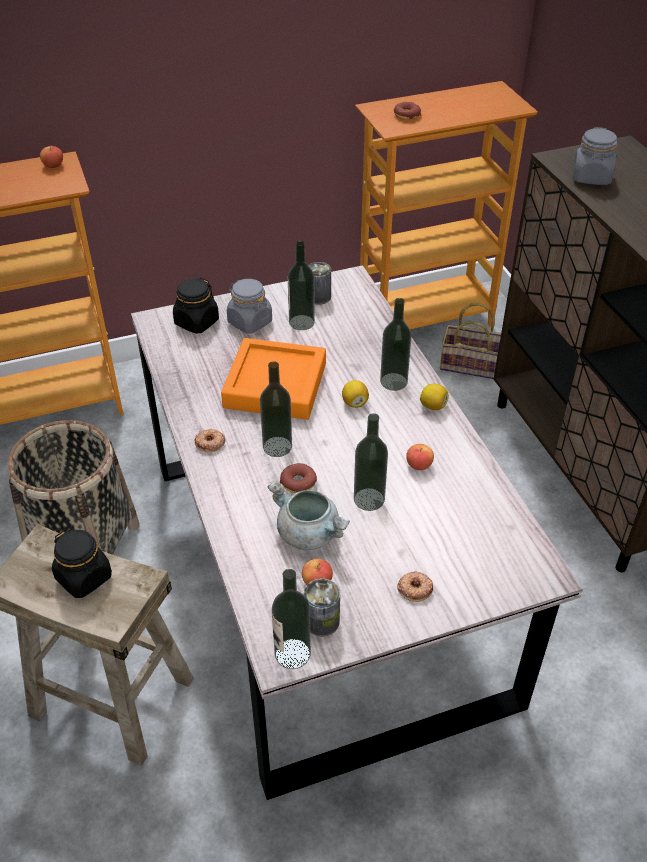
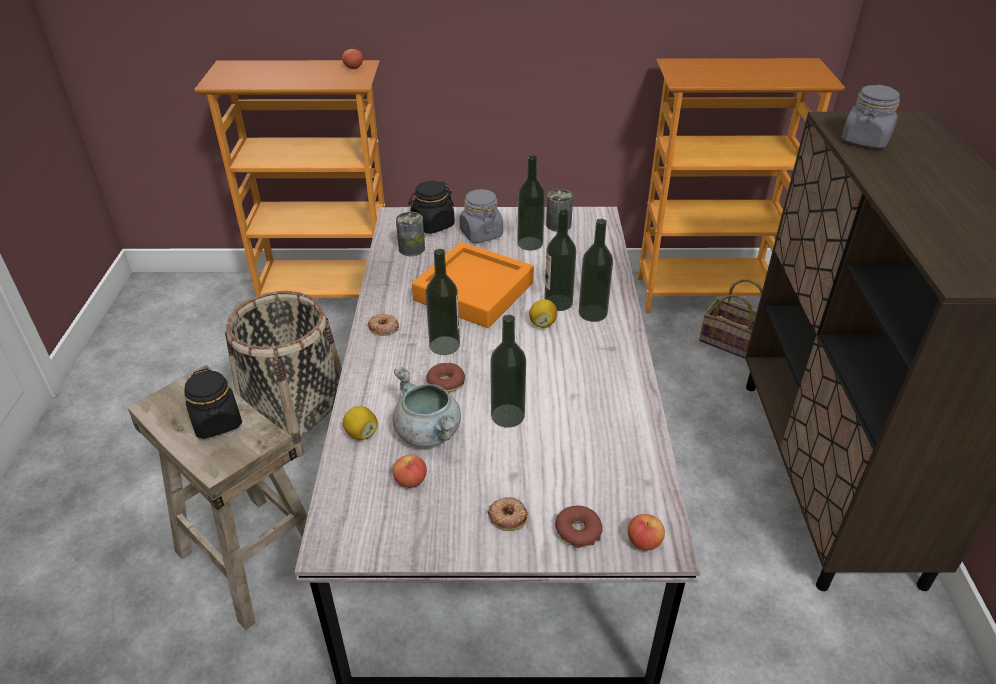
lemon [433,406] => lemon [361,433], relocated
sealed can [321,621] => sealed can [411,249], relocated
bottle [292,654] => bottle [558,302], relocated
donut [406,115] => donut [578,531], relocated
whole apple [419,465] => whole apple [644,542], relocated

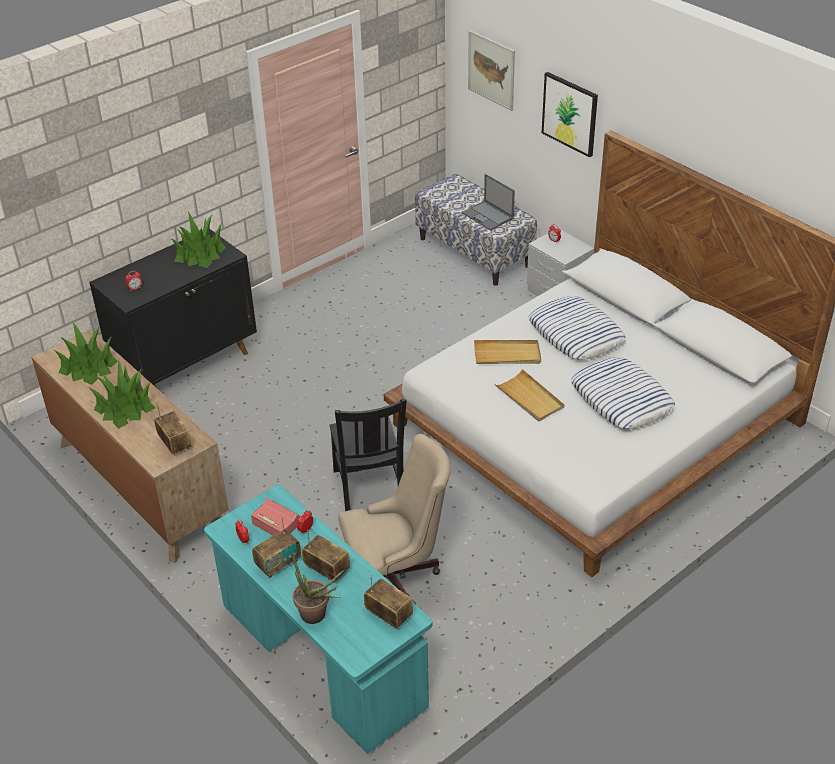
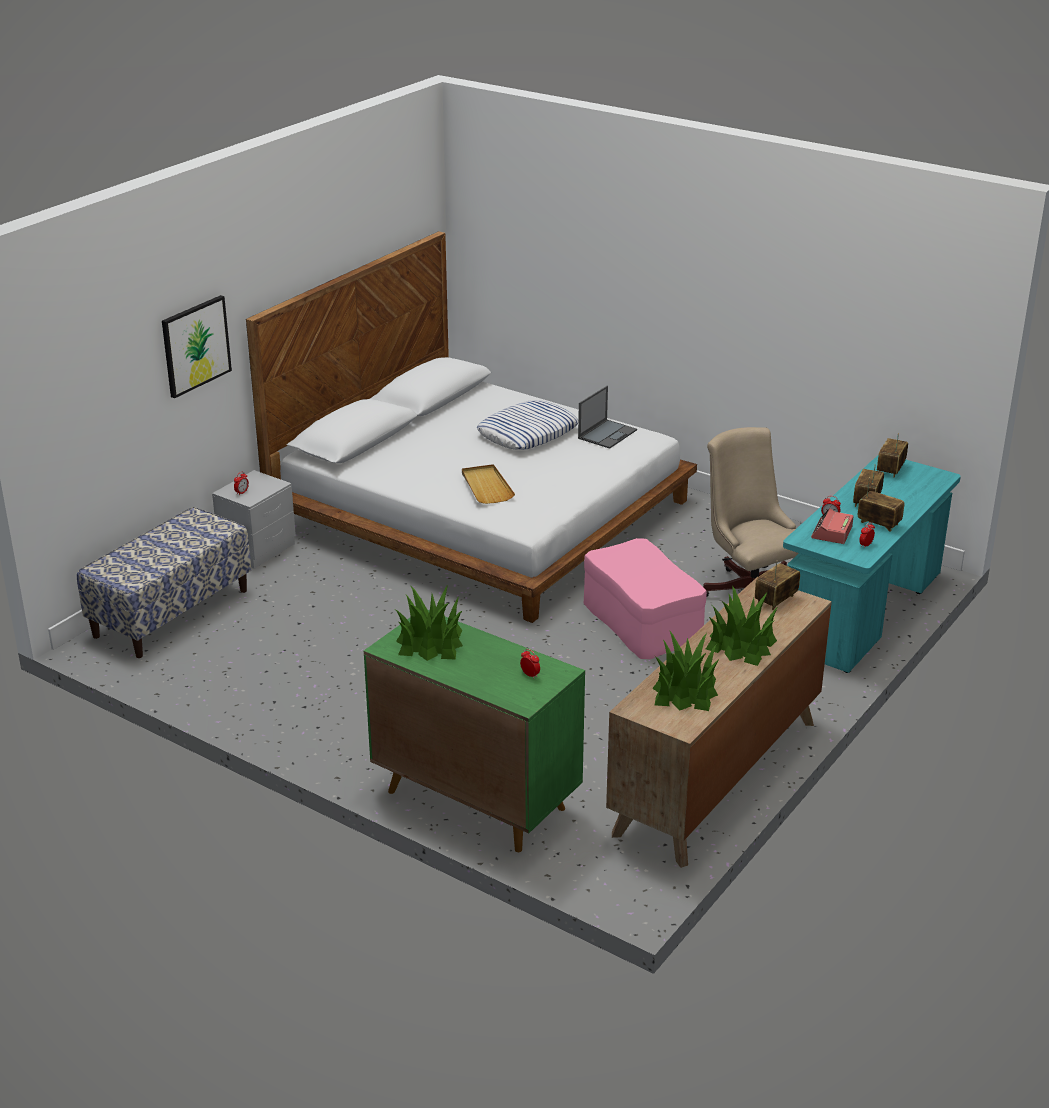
black storage cabinet [187,363] => green-coloured storage cabinet [474,799]
notebook computer [488,216] => notebook computer [607,434], relocated
black plain chair [369,491] => pinkish ottoman [642,621]
potted plant [318,616] => nothing
wall picture [491,70] => nothing
sand-coloured tray [529,398] => nothing
pillow [576,334] => nothing

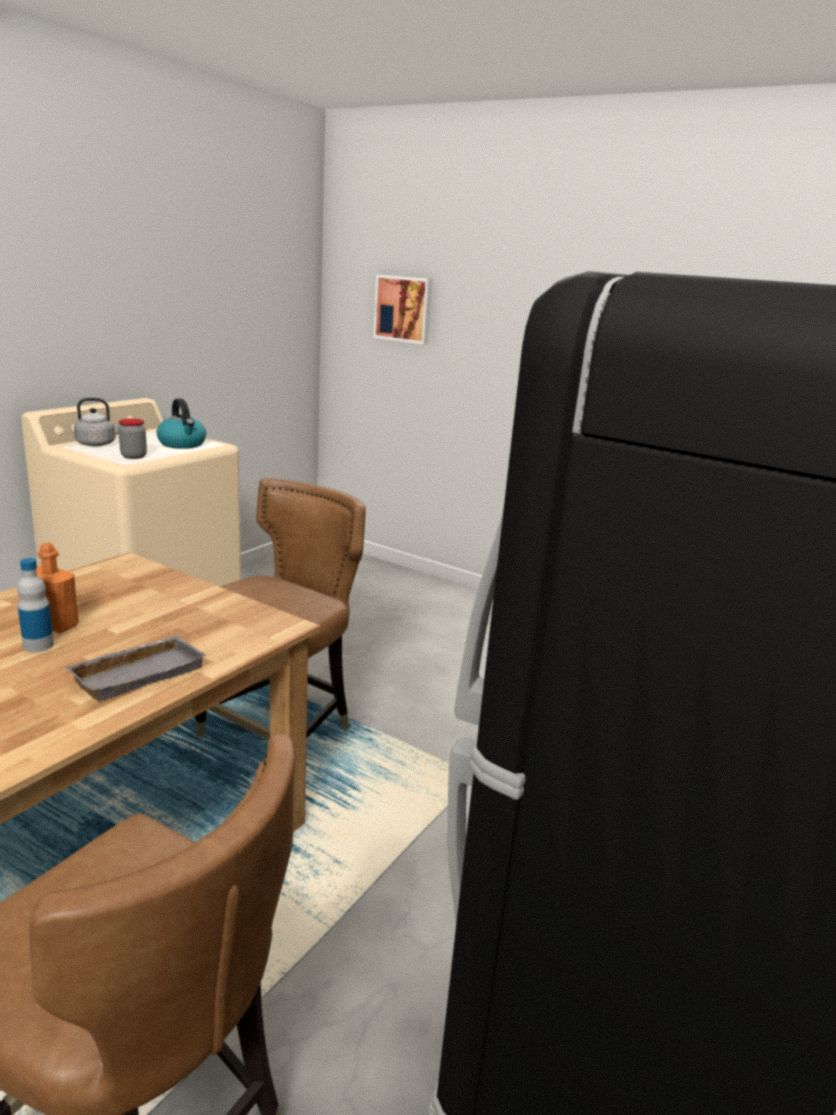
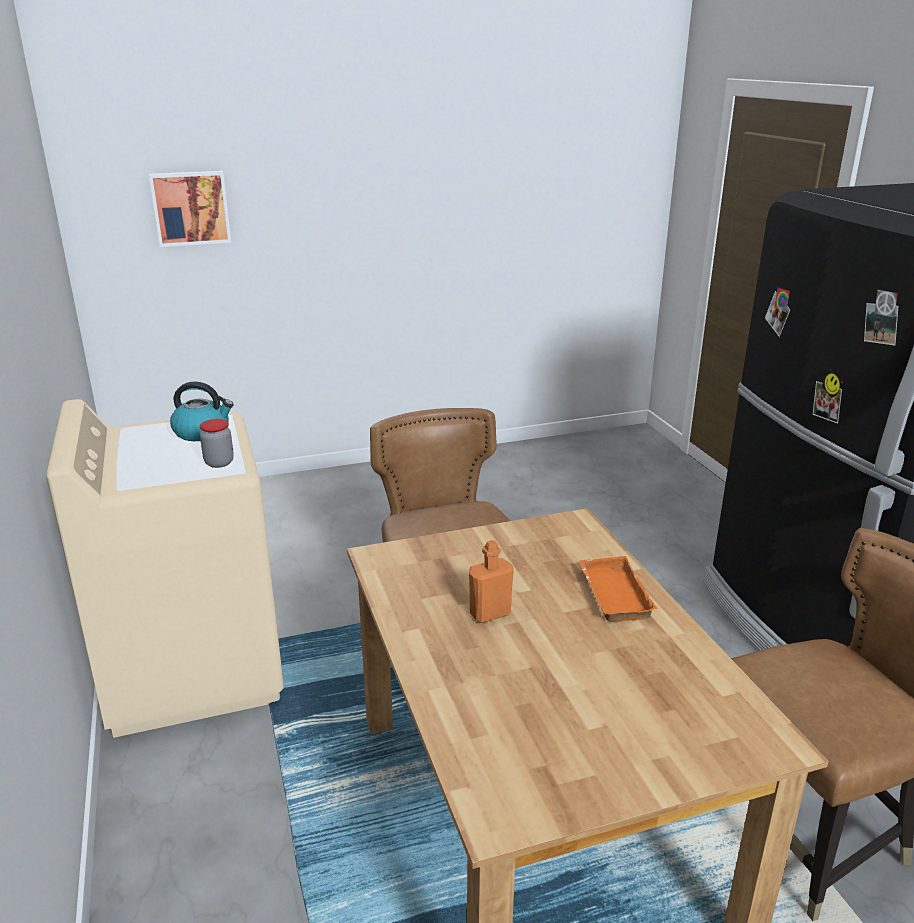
gray tray [138,673] => orange tray [611,594]
bottle [38,645] => nothing
gray kettle [98,444] => nothing

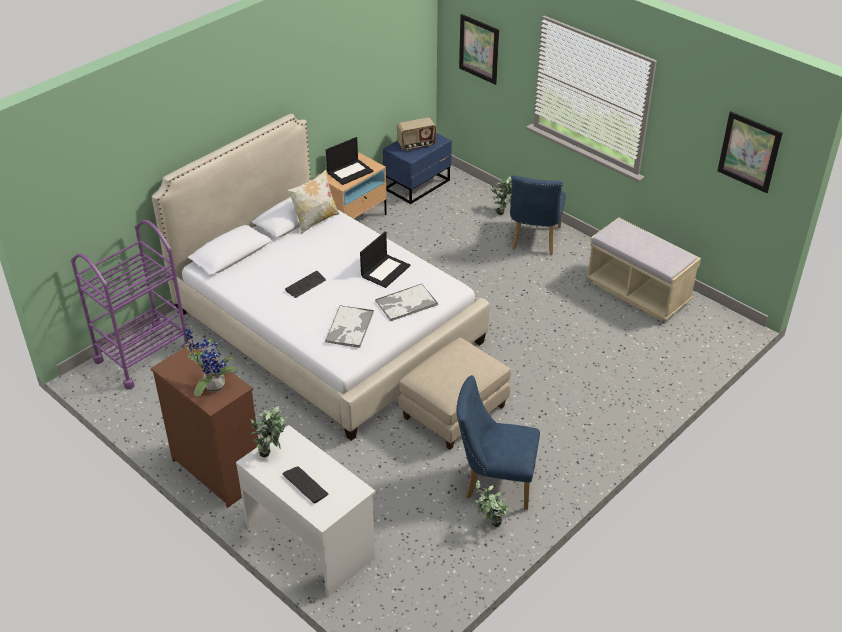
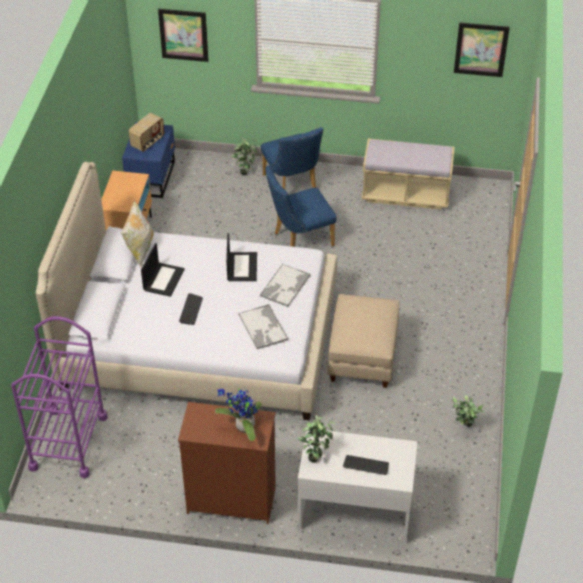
notebook computer [350,172] => notebook computer [163,279], relocated
blue plain chair [494,482] => blue plain chair [299,240], relocated

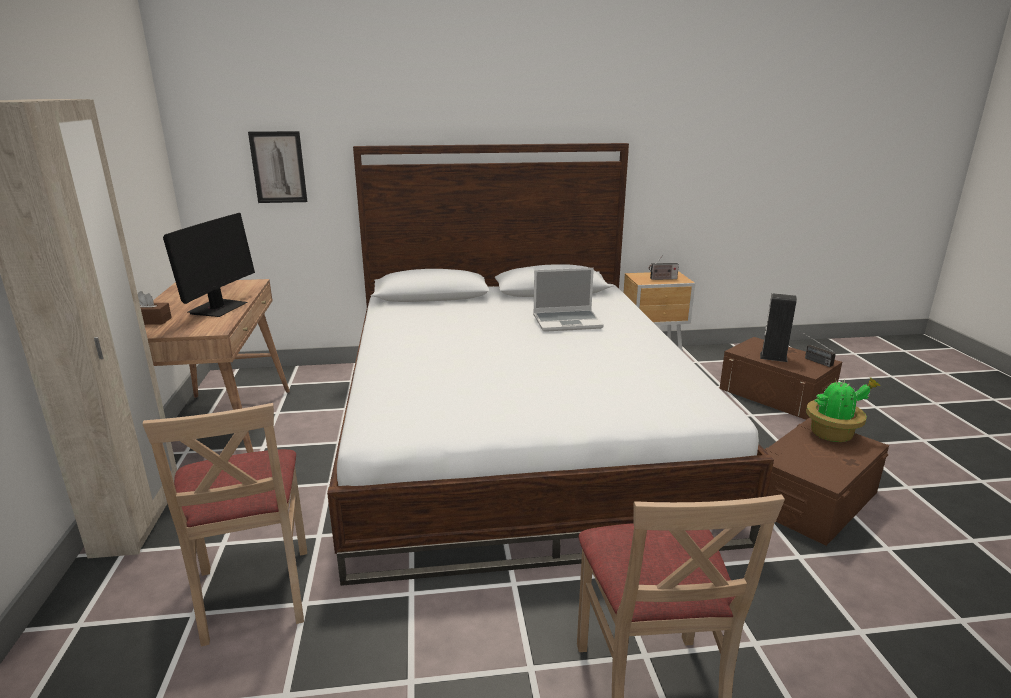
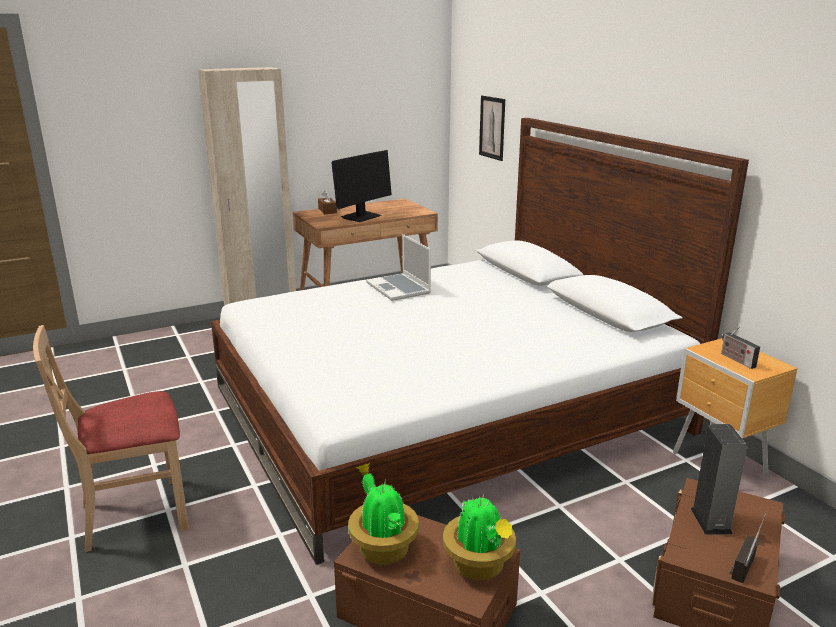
computer display [218,308] => computer display [361,217], 45 degrees counterclockwise
nothing => potted plant [382,548]
notebook computer [568,322] => notebook computer [399,288], relocated
sand-coloured plain chair [254,593] => nothing

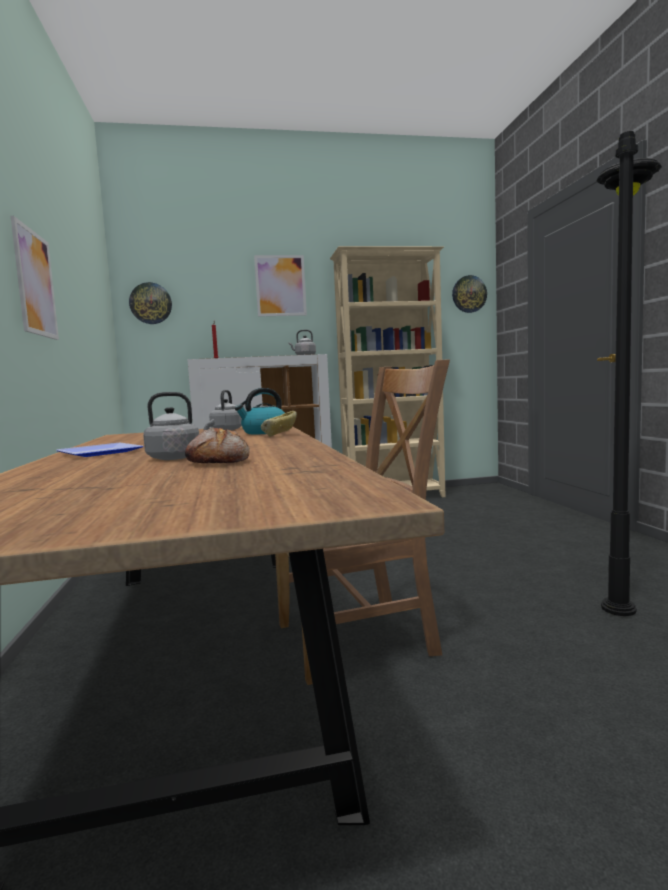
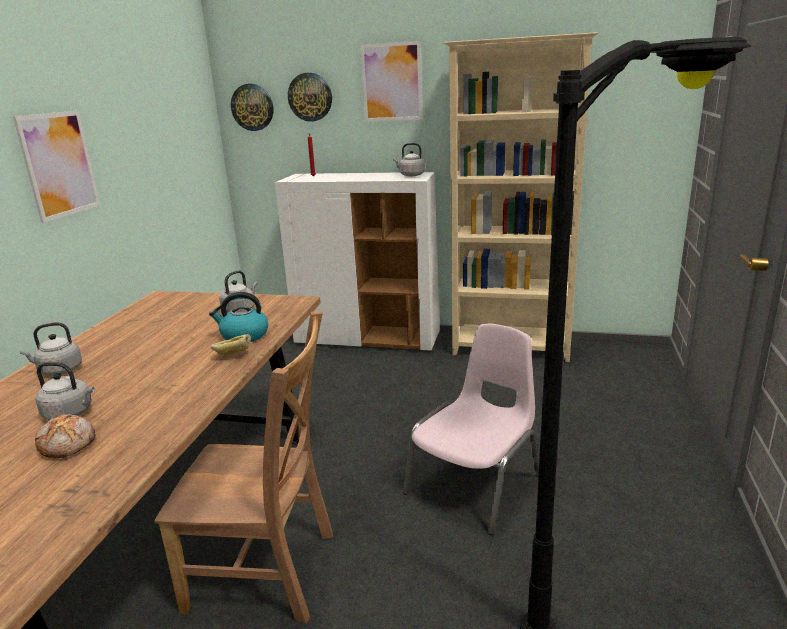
plate [98,453] => gray kettle [58,370]
clock on the wall [469,294] => clock on the wall [310,97], relocated
nothing => pinkish plain chair [475,484]

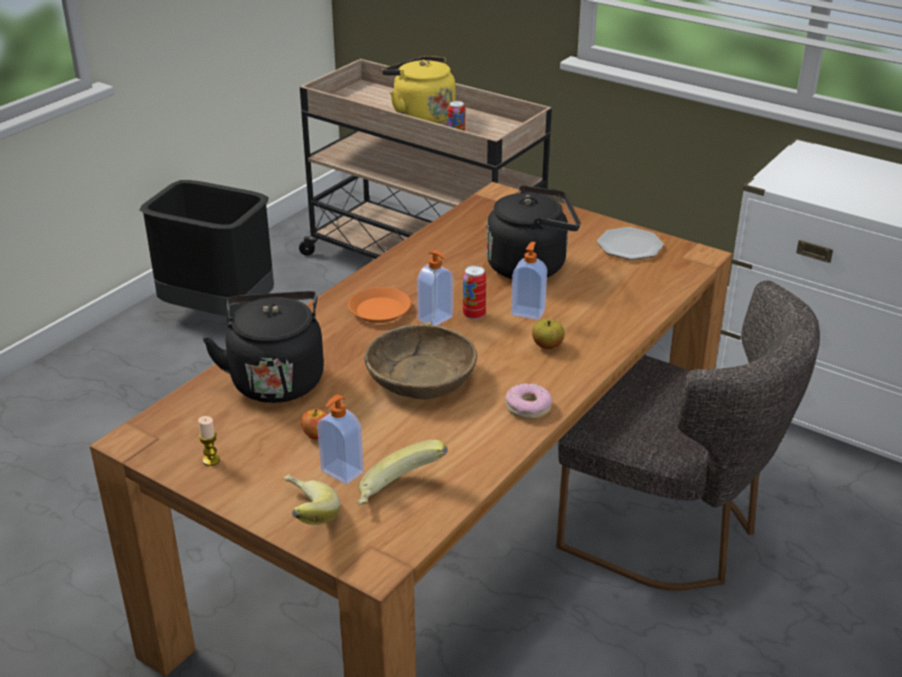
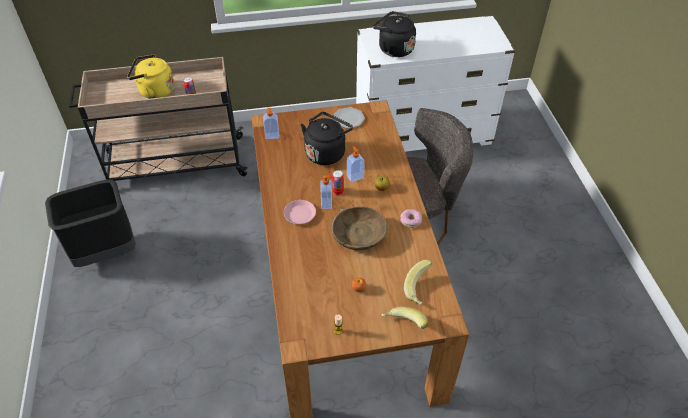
liquid soap bottle [341,472] => liquid soap bottle [272,136], relocated
orange plate [380,310] => pinkish plate [300,214]
black kettle [276,379] => black kettle [393,49], relocated

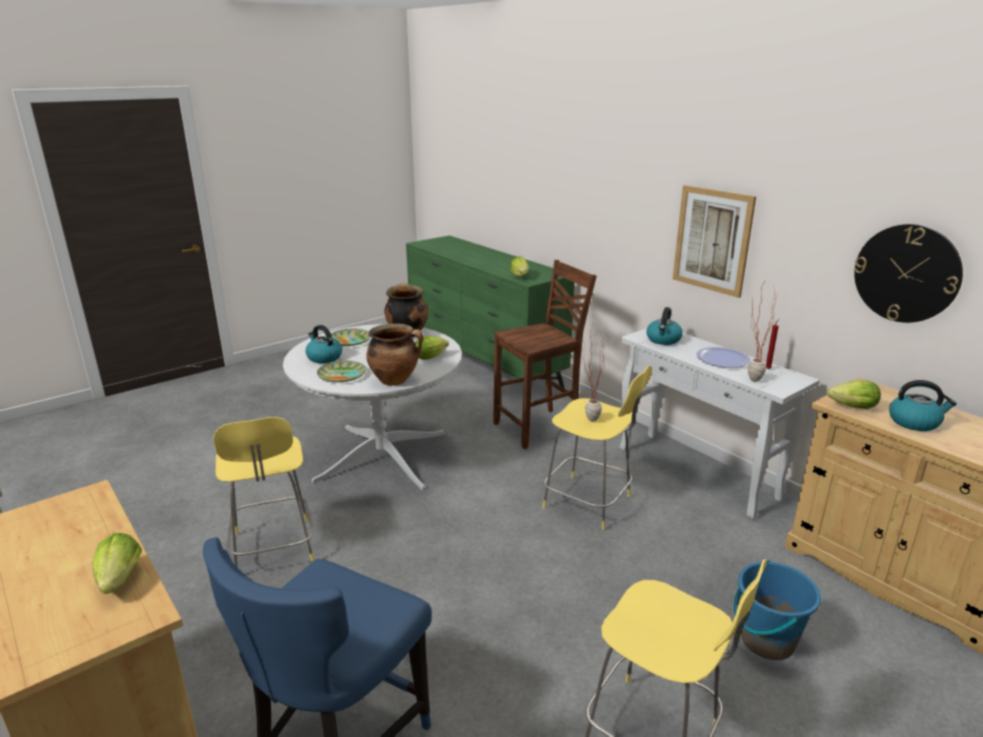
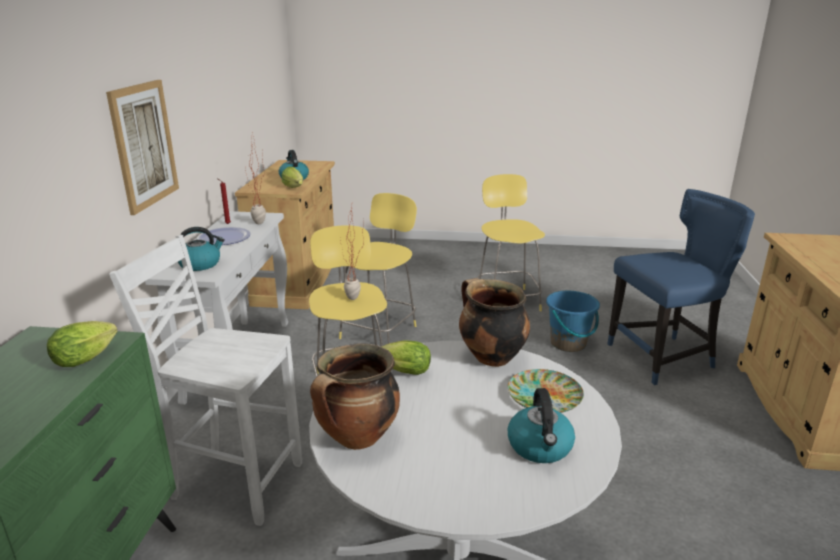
brown-coloured plain chair [539,428] => white-coloured plain chair [235,481]
yellowish sitting stool [273,549] => yellowish sitting stool [380,331], relocated
blue pail [766,641] => blue pail [568,343], relocated
lettuce head [119,582] => nothing
plate [350,340] => nothing
clock on the wall [906,273] => nothing

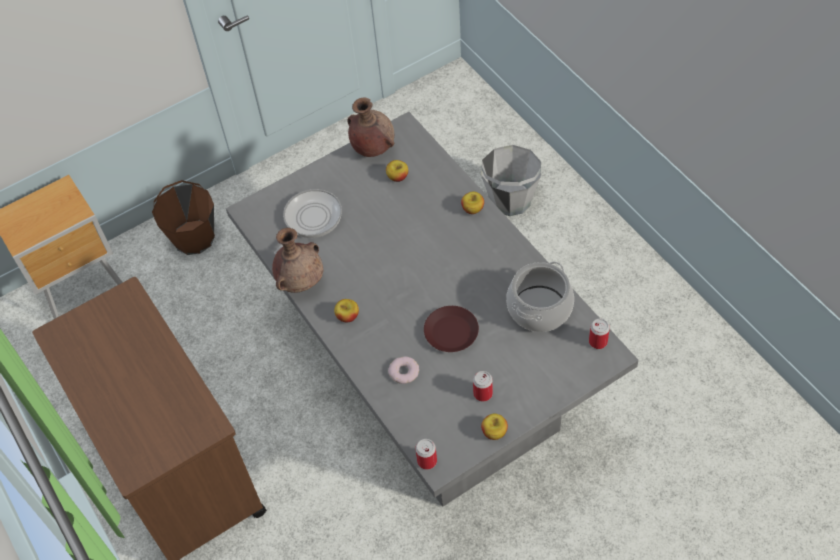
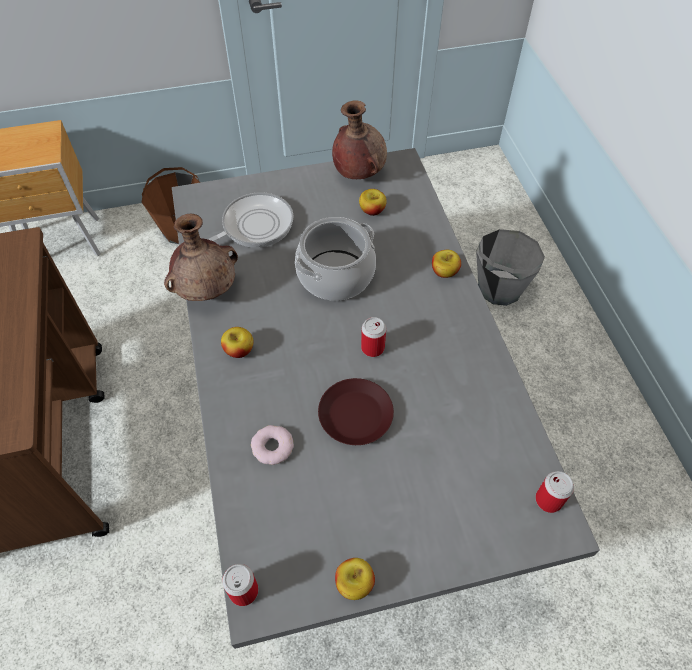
saucepot [540,309] => saucepot [336,276], relocated
sealed can [483,393] => sealed can [372,348], relocated

